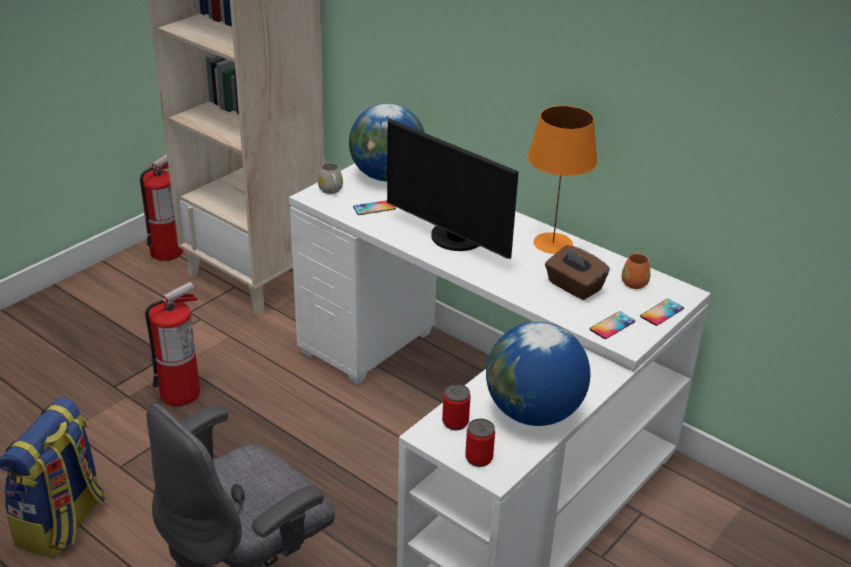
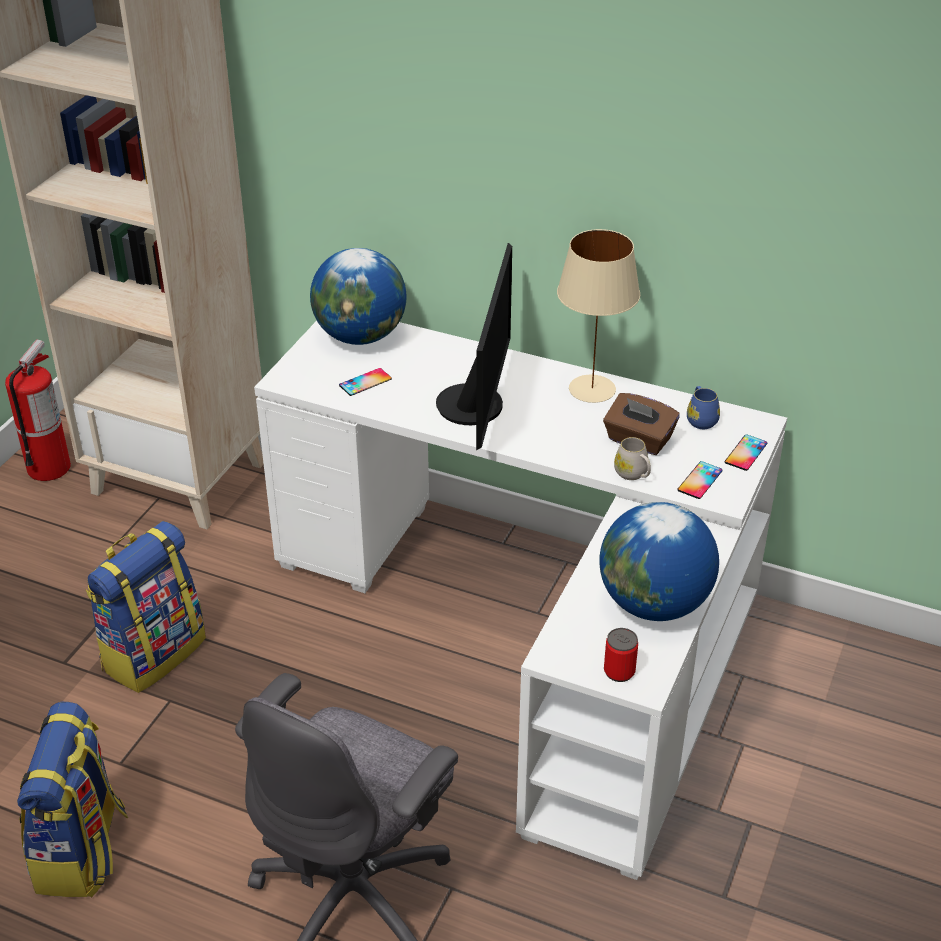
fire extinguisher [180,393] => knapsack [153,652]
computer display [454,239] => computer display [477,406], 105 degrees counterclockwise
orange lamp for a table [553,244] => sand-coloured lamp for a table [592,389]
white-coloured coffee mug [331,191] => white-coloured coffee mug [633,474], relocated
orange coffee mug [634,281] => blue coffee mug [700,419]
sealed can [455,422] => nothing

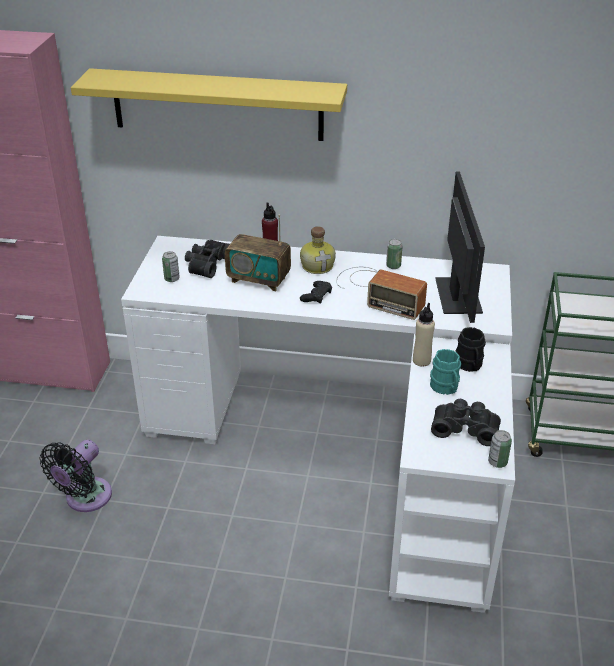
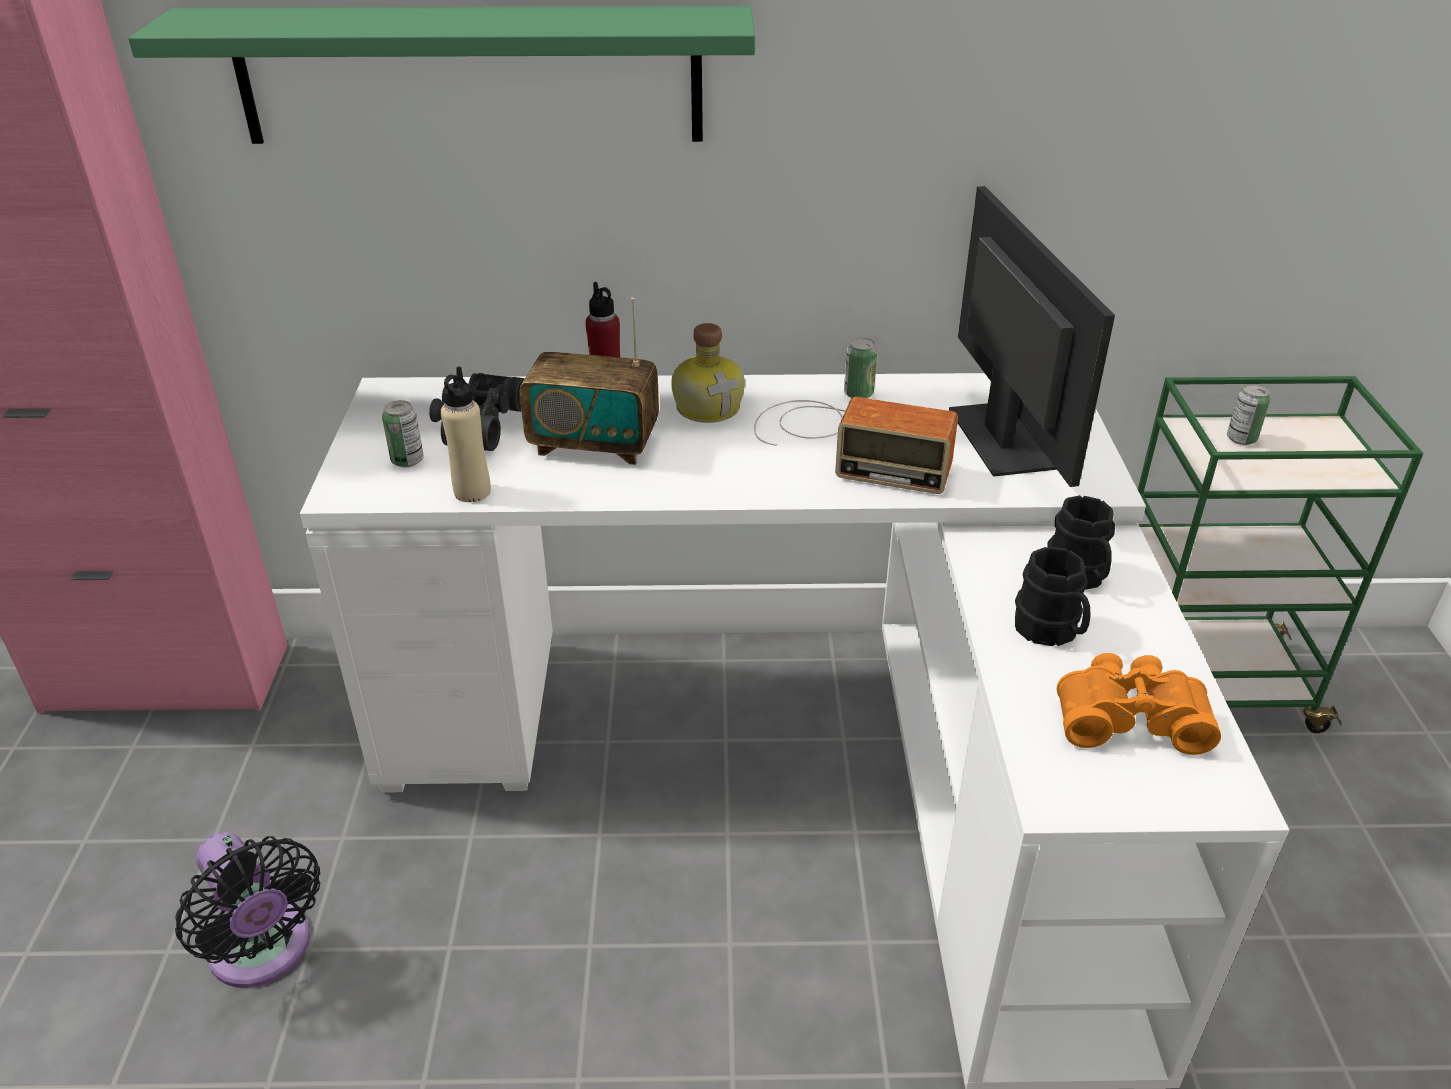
yellowish bracket shelf [217,105] => green-coloured bracket shelf [470,76]
black electric fan [85,498] => black electric fan [264,952], 60 degrees counterclockwise
sand-coloured bottle [421,360] => sand-coloured bottle [472,492], relocated
turquoise coffee mug [445,388] => black coffee mug [1050,632]
black pair of binoculars [465,427] => orange pair of binoculars [1129,717]
sealed can [497,462] => sealed can [1241,439], relocated
black gamepad [316,296] => nothing

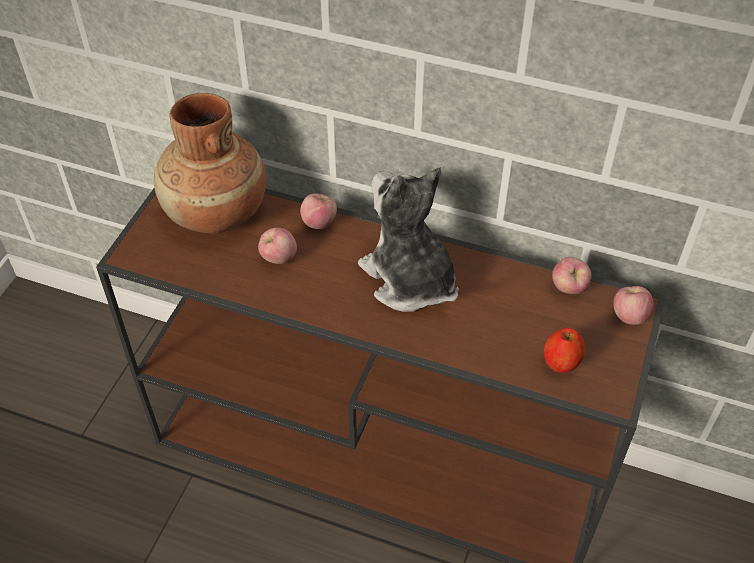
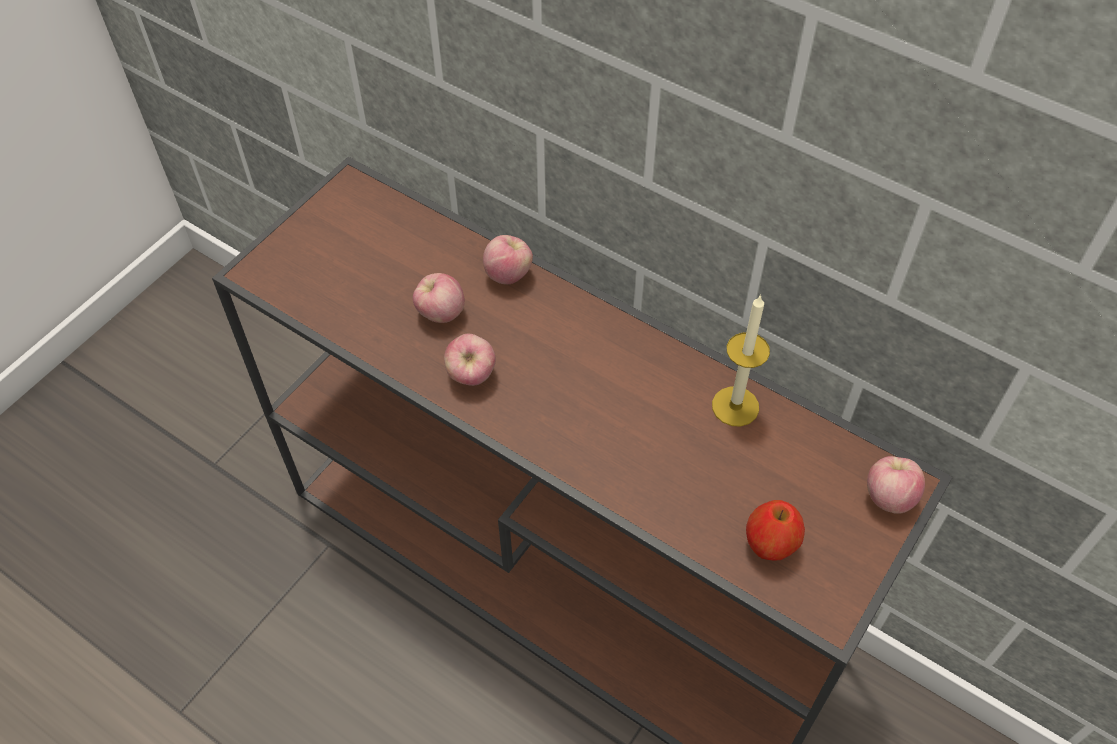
whole apple [568,288] => whole apple [471,375], relocated
nothing => wax candle [735,406]
brown-coloured vase [216,213] => nothing
plush toy [409,279] => nothing

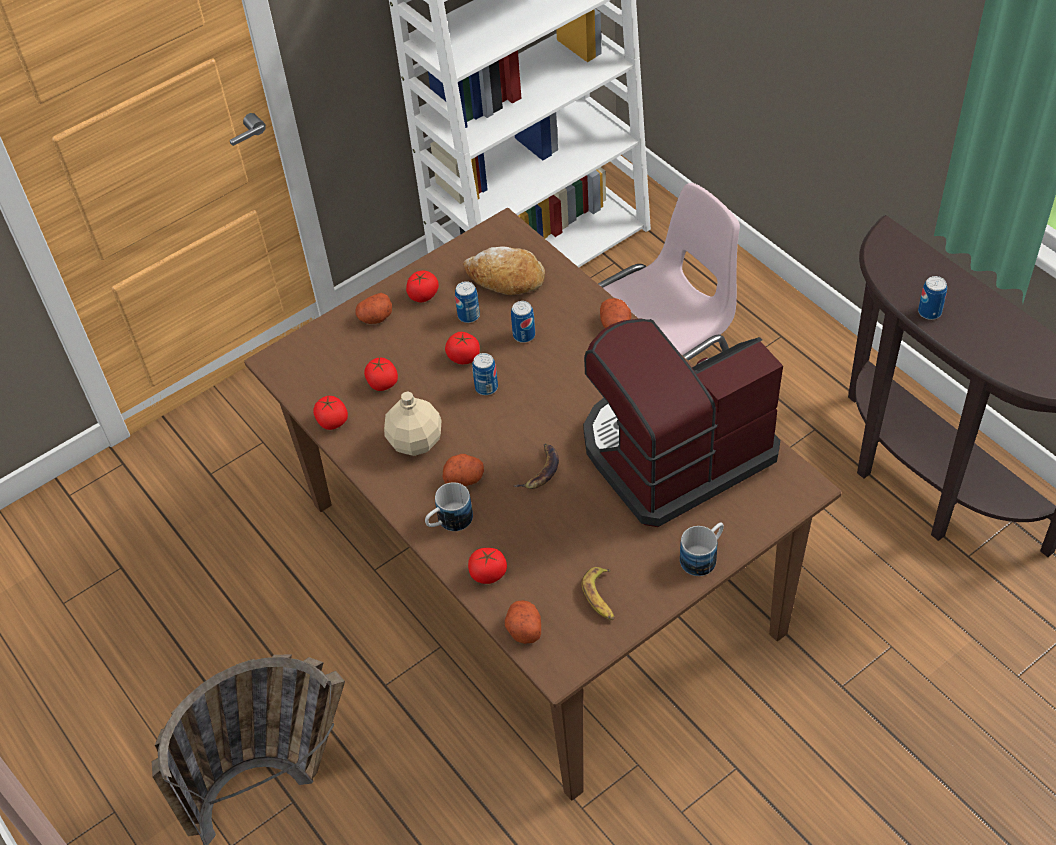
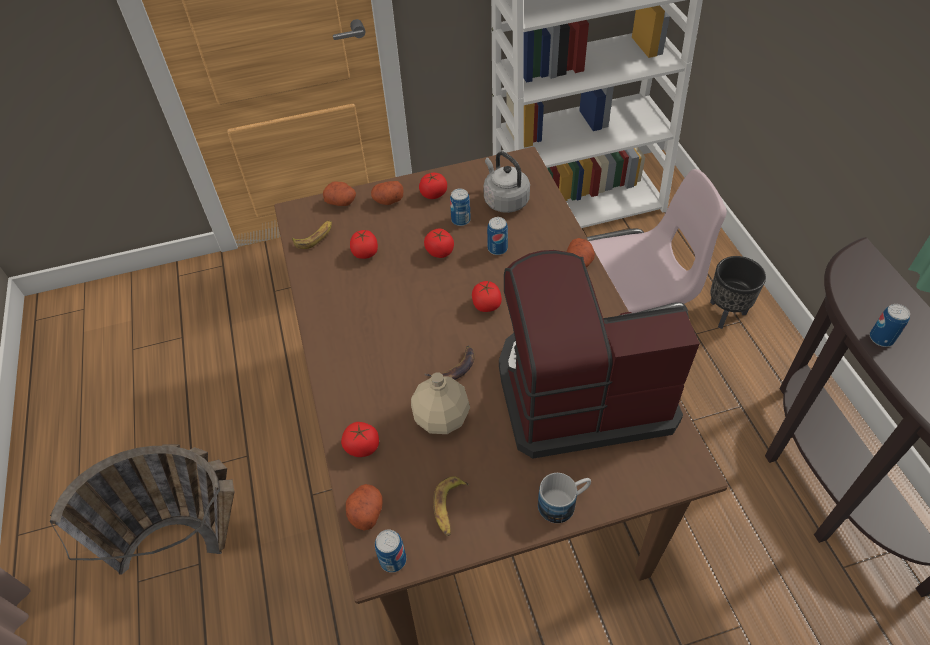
nothing => banana fruit [315,237]
potato [464,478] => potato [341,201], relocated
sealed can [486,387] => sealed can [393,560], relocated
sand-coloured bottle [416,441] => sand-coloured bottle [442,417], relocated
tomato [332,421] => tomato [486,305], relocated
baked bread [505,279] => gray kettle [504,200]
nothing => black plant pot [726,314]
coffee mug [449,522] => nothing

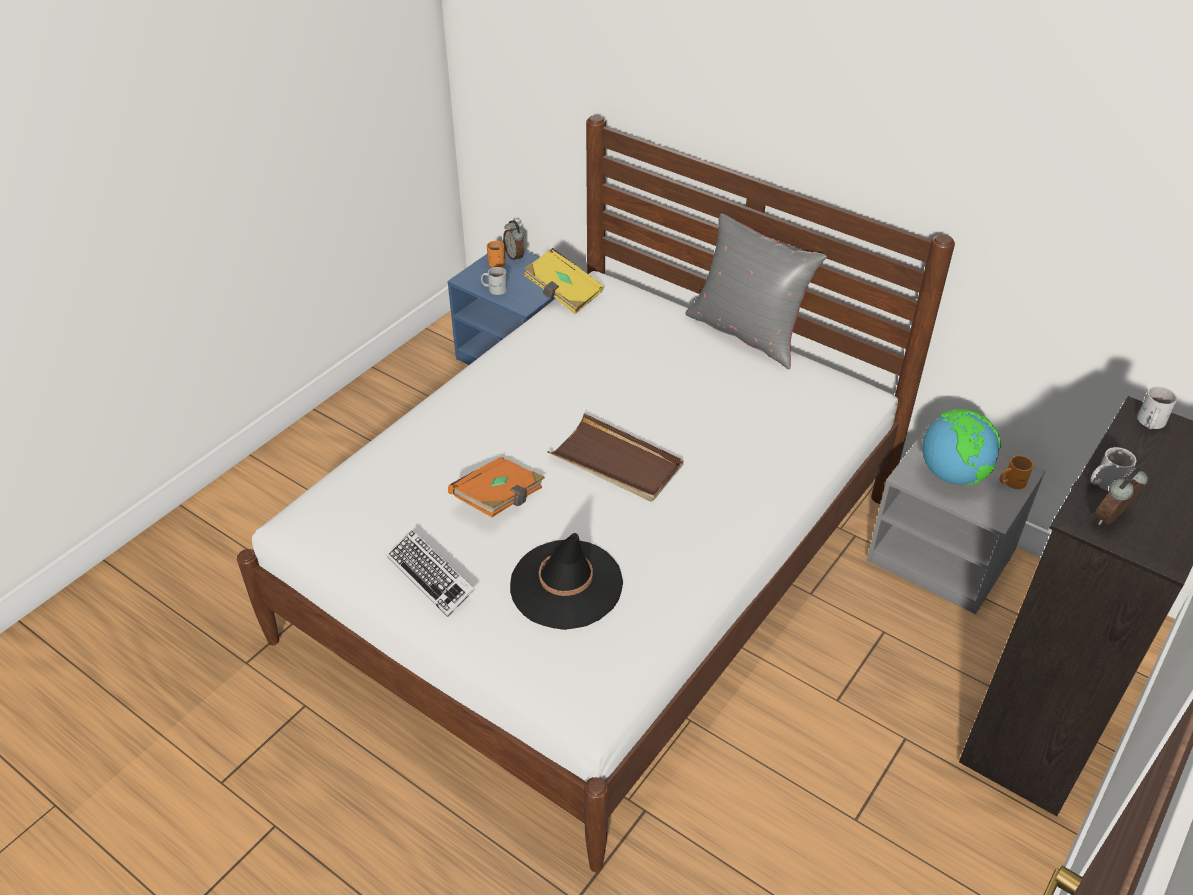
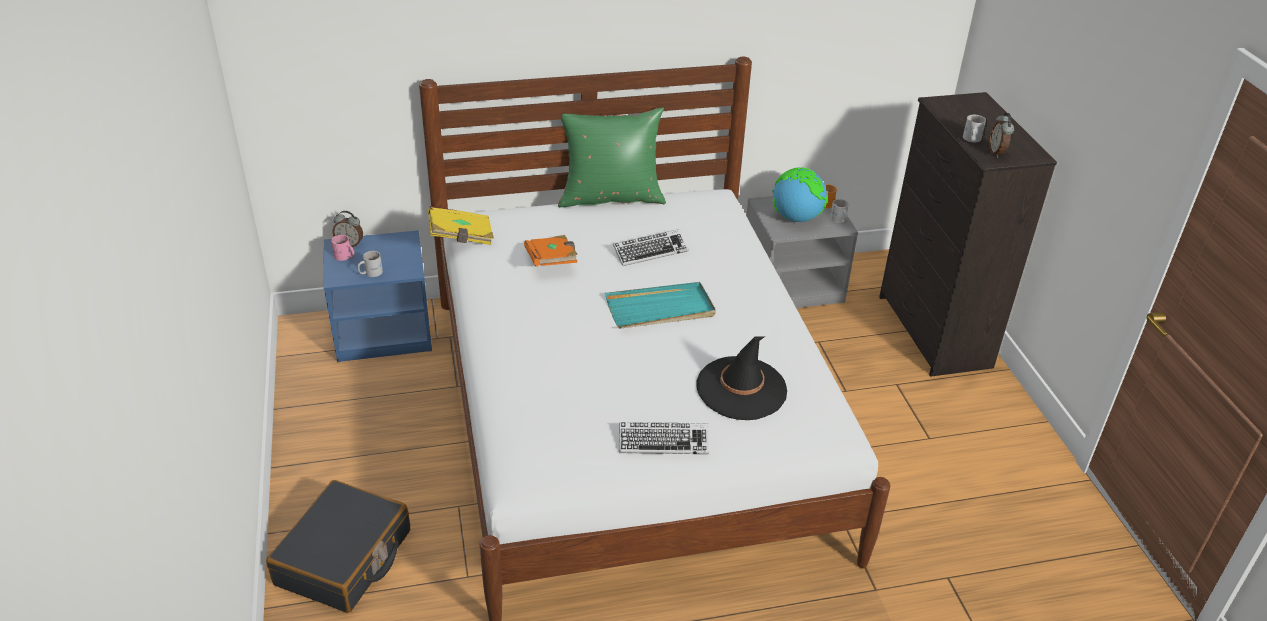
nothing => black travel case [344,558]
orange coffee mug [496,265] => pinkish coffee mug [344,257]
orange bound book [499,499] => orange bound book [552,262], relocated
gray pillow [747,333] => green-coloured pillow [611,197]
brown-coloured tray [616,462] => turquoise tray [660,309]
nothing => computer keyboard [650,251]
white-coloured coffee mug [1149,422] => white-coloured coffee mug [839,220], relocated

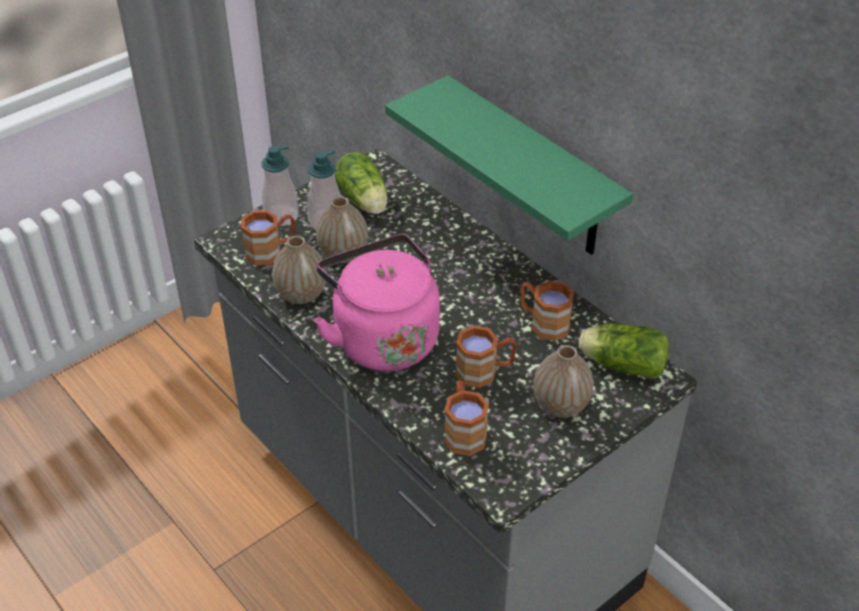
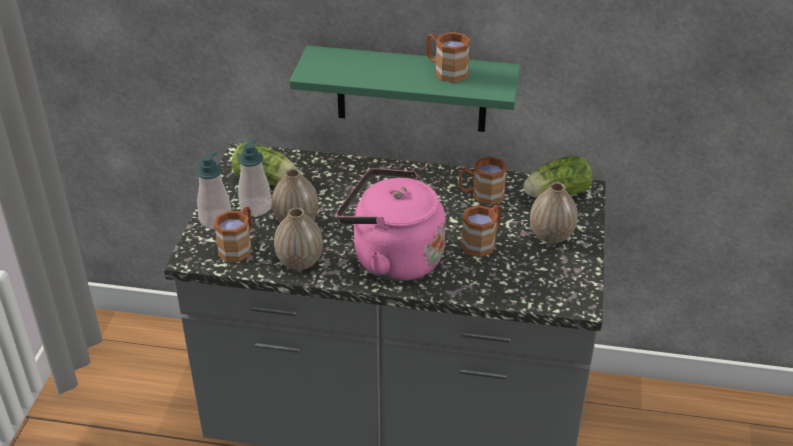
brown-coloured coffee mug [463,431] => brown-coloured coffee mug [445,71], relocated

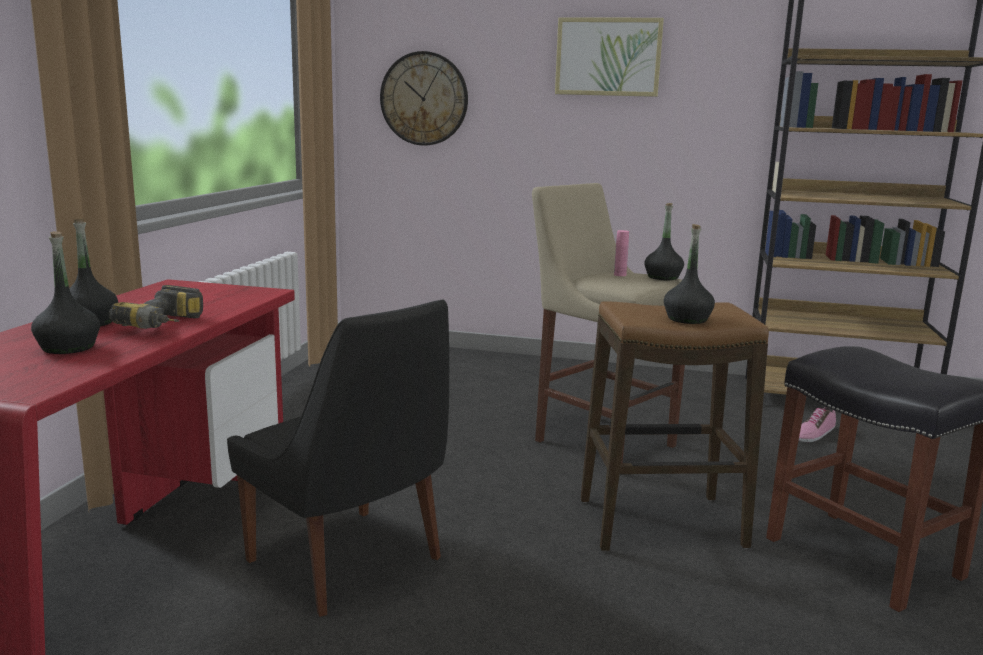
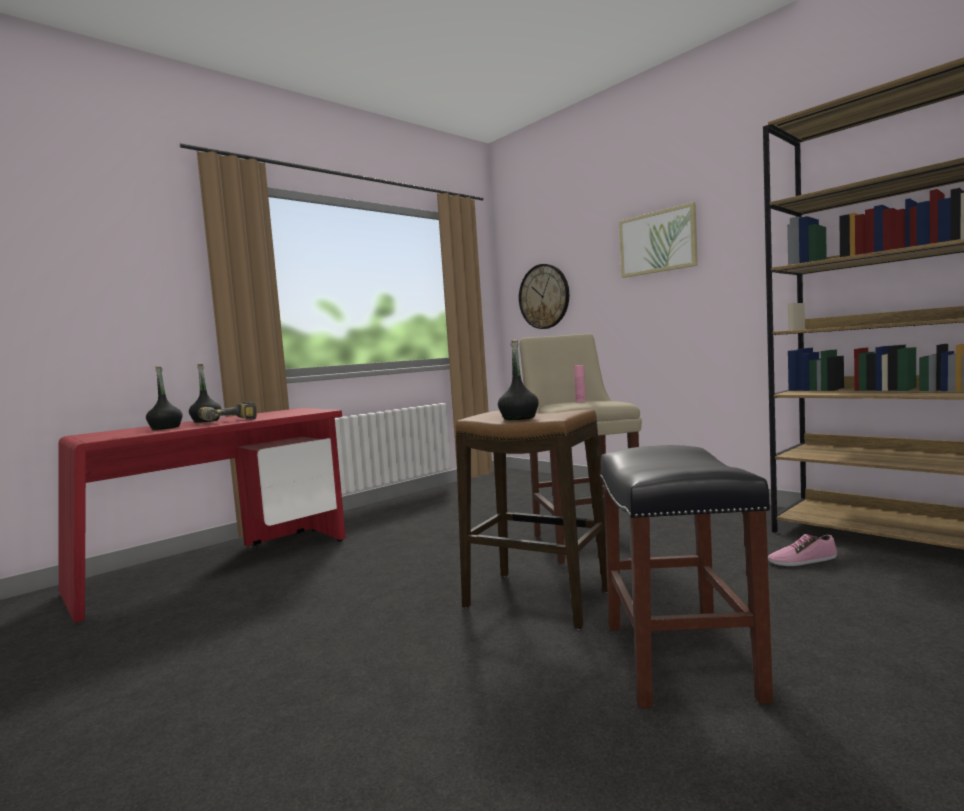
black plain chair [349,563] => nothing
black bottle [662,277] => nothing

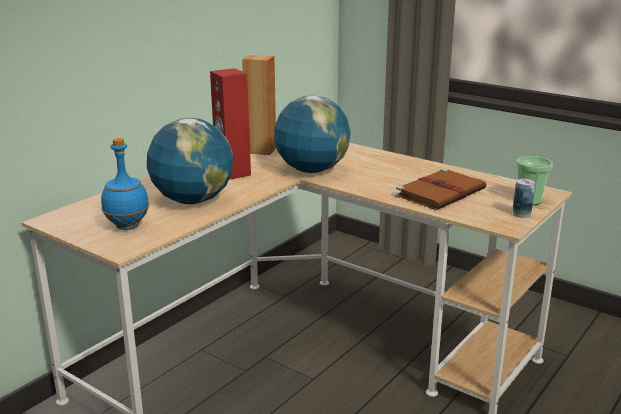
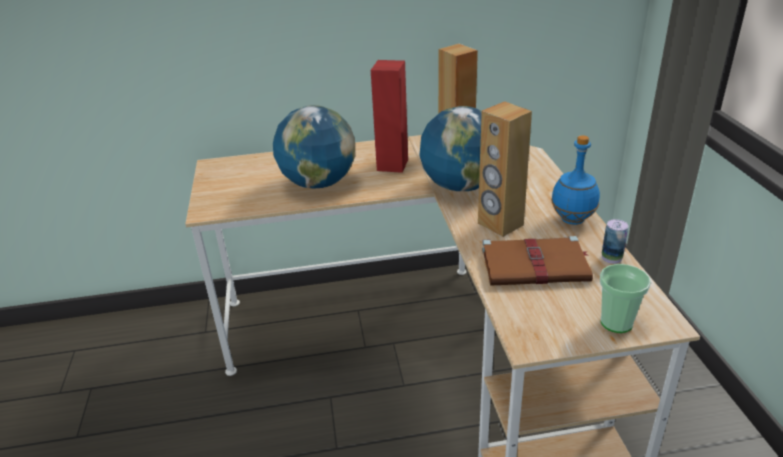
nothing => brown-coloured loudspeaker [500,224]
blue bottle [127,226] => blue bottle [573,219], relocated
sealed can [521,214] => sealed can [611,258], relocated

